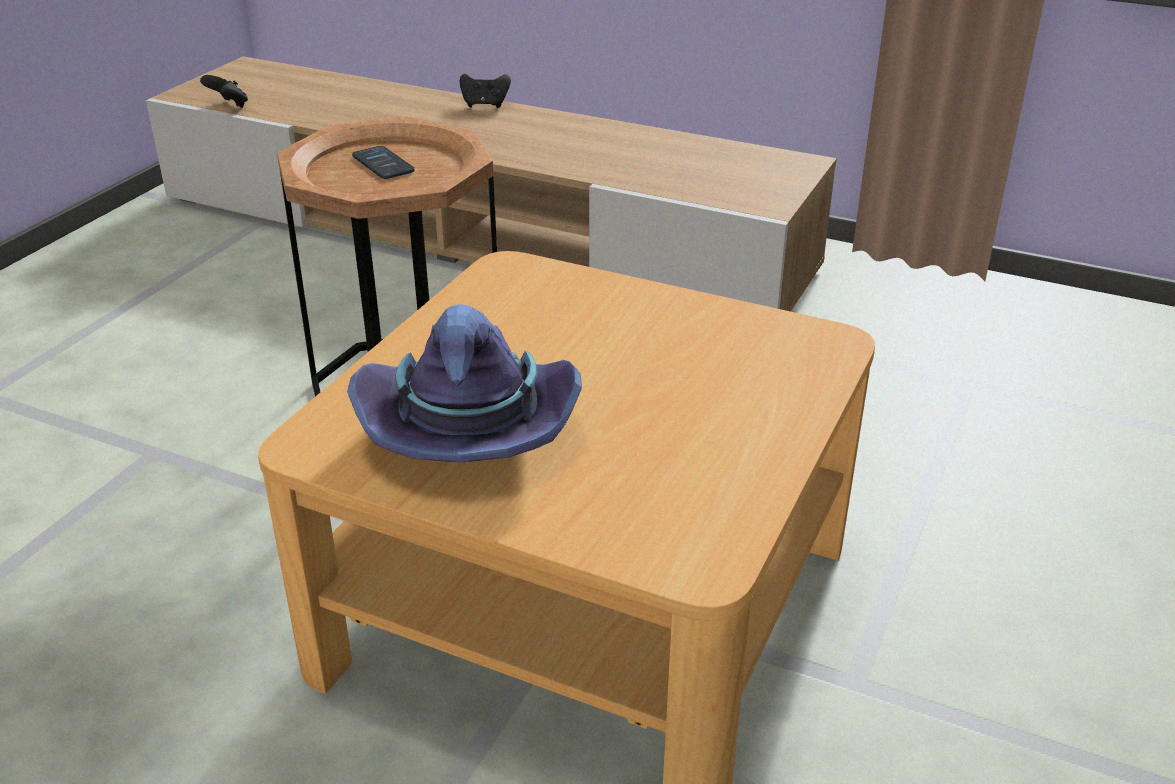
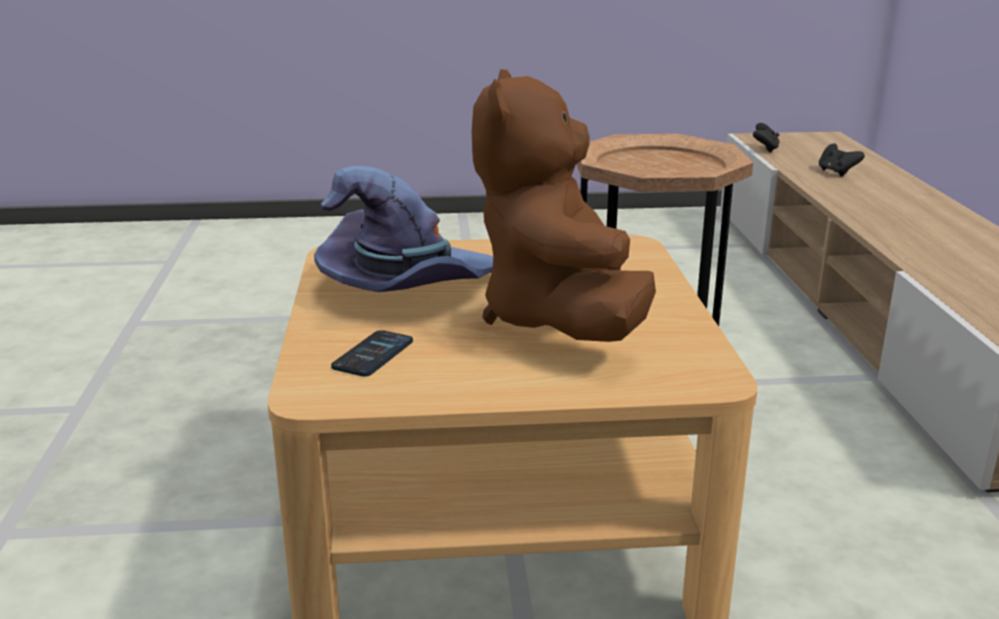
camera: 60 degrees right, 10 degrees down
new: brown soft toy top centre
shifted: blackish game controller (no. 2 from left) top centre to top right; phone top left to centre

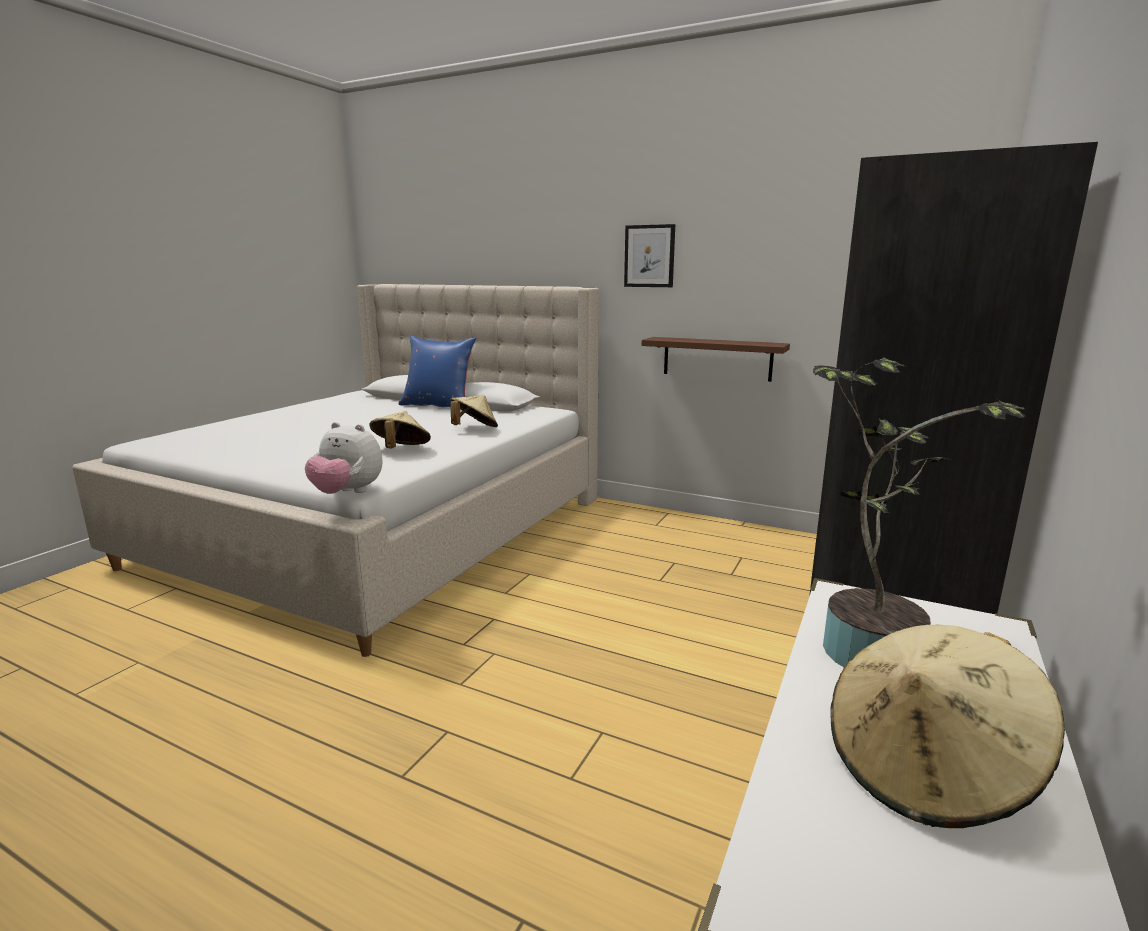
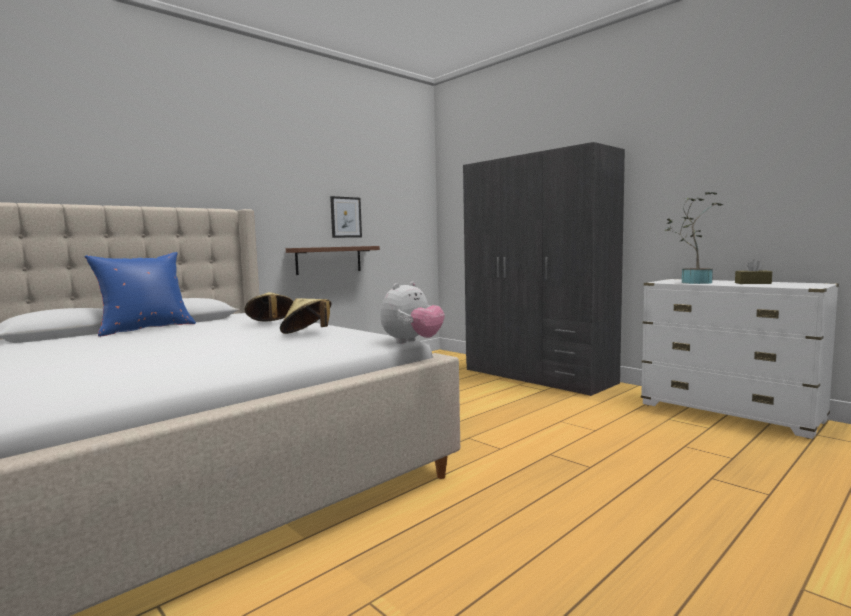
camera: 70 degrees left, 10 degrees down
shifted: wall art top centre to centre
swapped: beige-coloured hat (no. 3 from left) bottom right to brown tissue box middle right

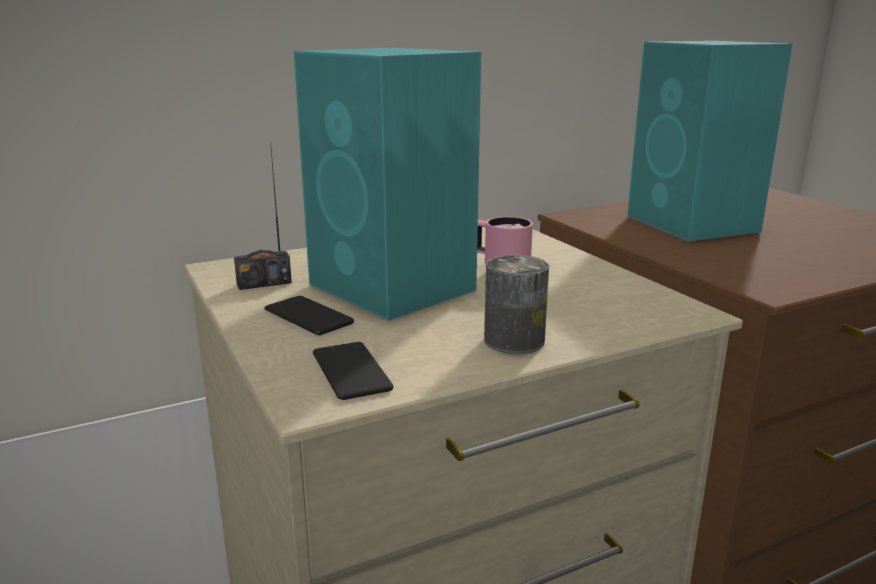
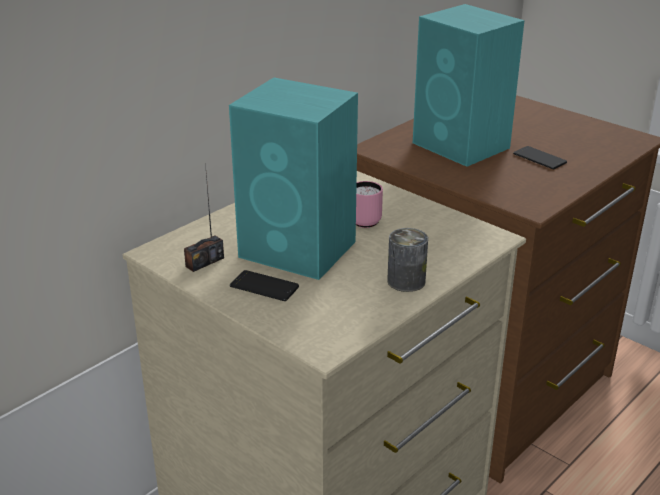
camera: 20 degrees left, 10 degrees up
shifted: phone (no. 2 from left) centre to top right

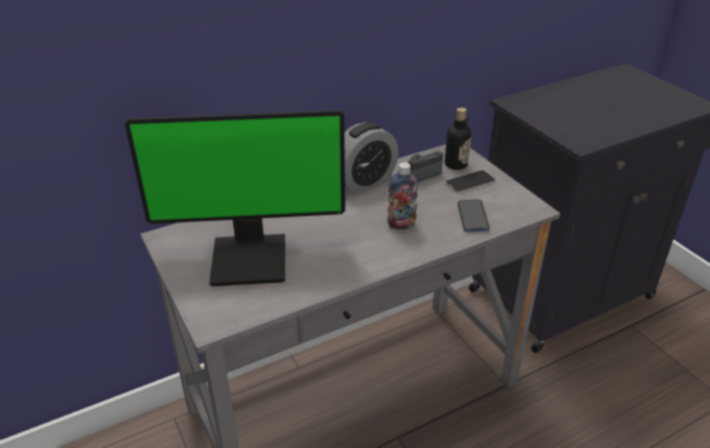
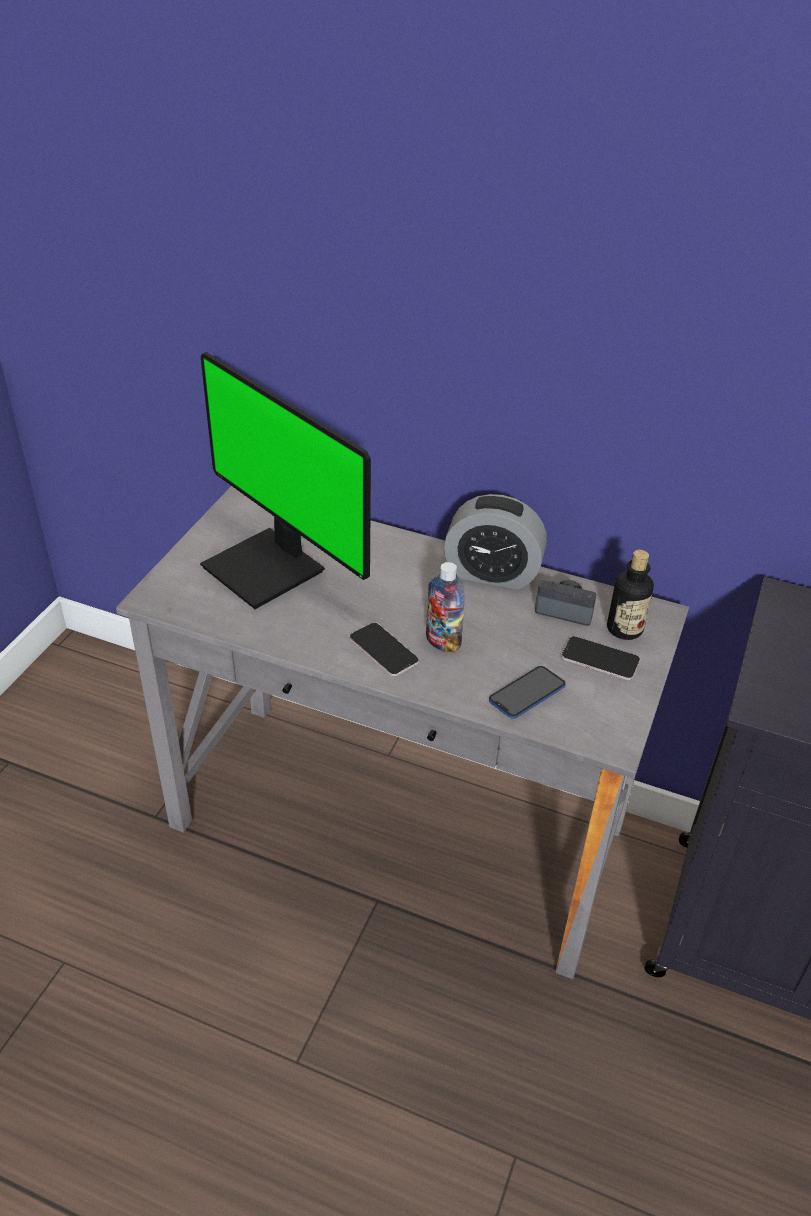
camera: 50 degrees right, 5 degrees up
new: phone (no. 1 from left) centre

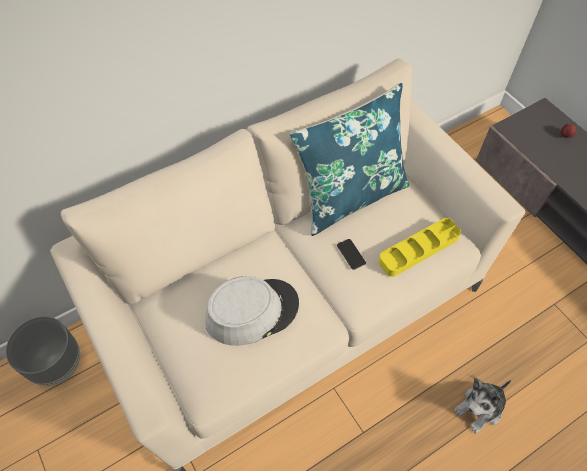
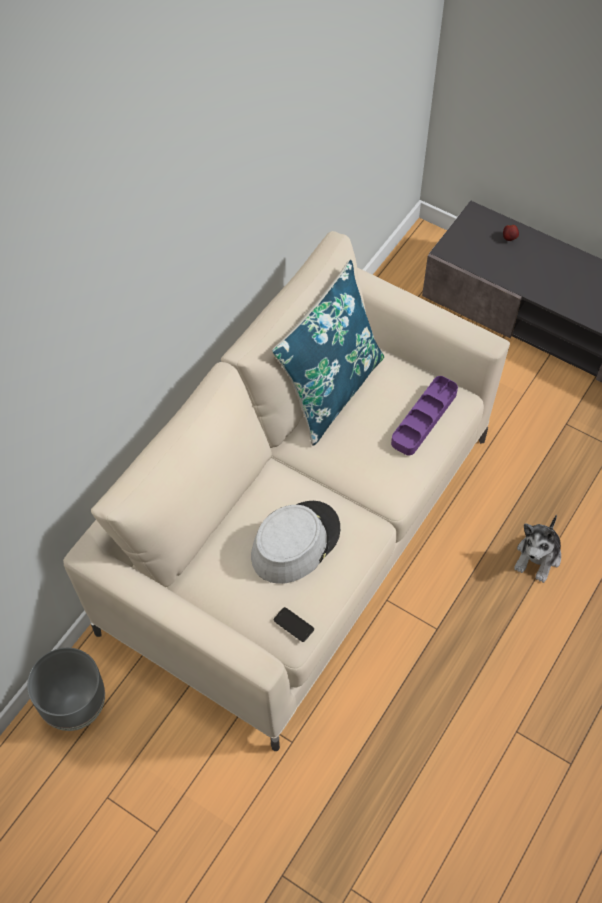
camera: 25 degrees left, 0 degrees up
shifted: phone centre to bottom centre
repainted: yellow serving tray middle right to purple serving tray middle right

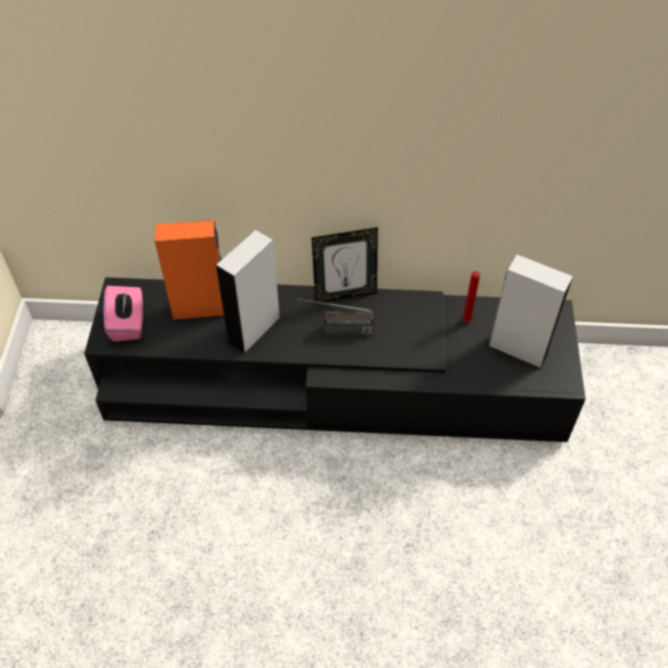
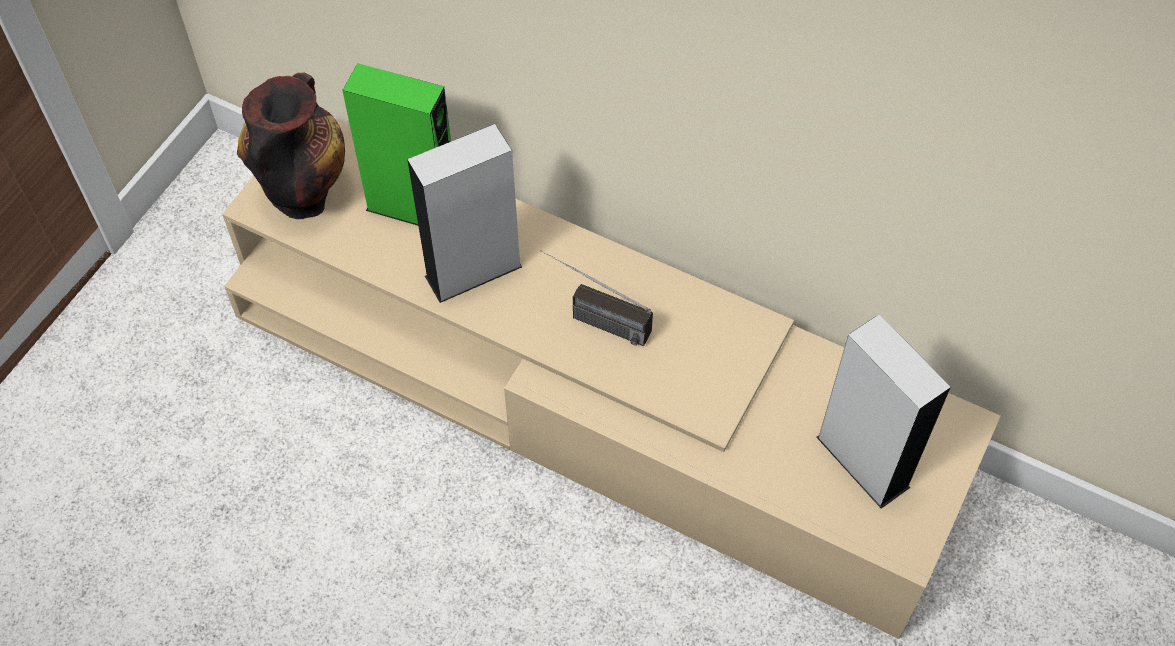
camera: 25 degrees right, 5 degrees up
gone: picture frame centre; red candle middle right
swapped: pinkish tissue box middle left to decorative vase top left
repainted: orangey speaker middle left to greenish speaker top centre; blackish media console centre to beige-coloured media console centre

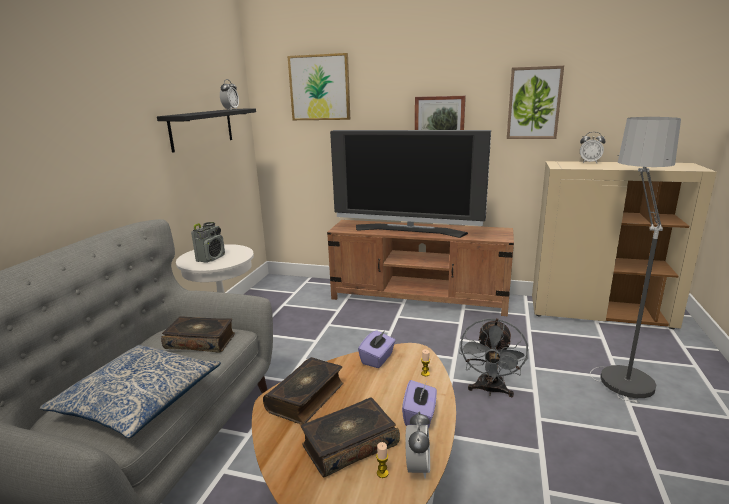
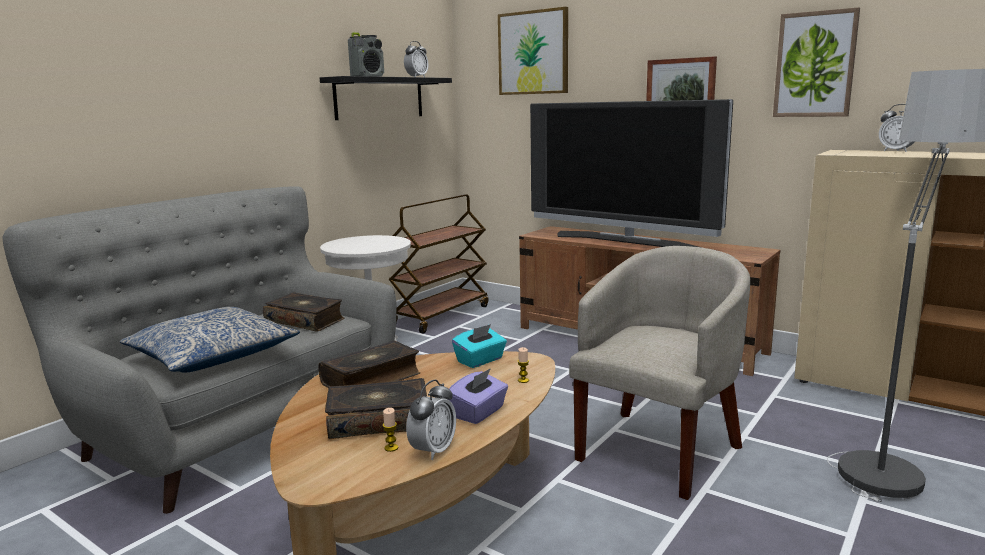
camera: 20 degrees right, 5 degrees down
new: brown trolley centre
shifted: radio receiver middle left to top centre
swapped: gray electric fan bottom right to beige-coloured easy chair bottom right
repainted: purple tissue box (no. 1 from left) bottom centre to blue-green tissue box centre

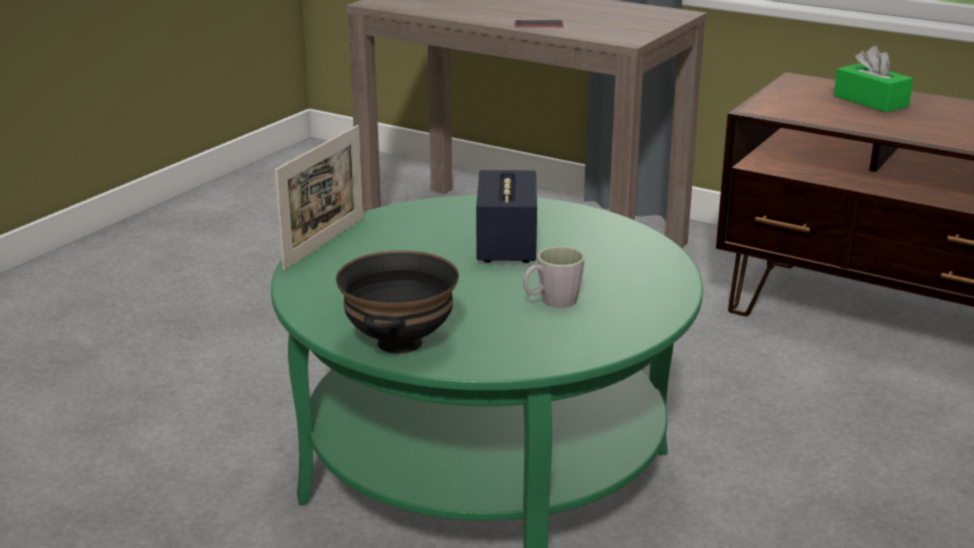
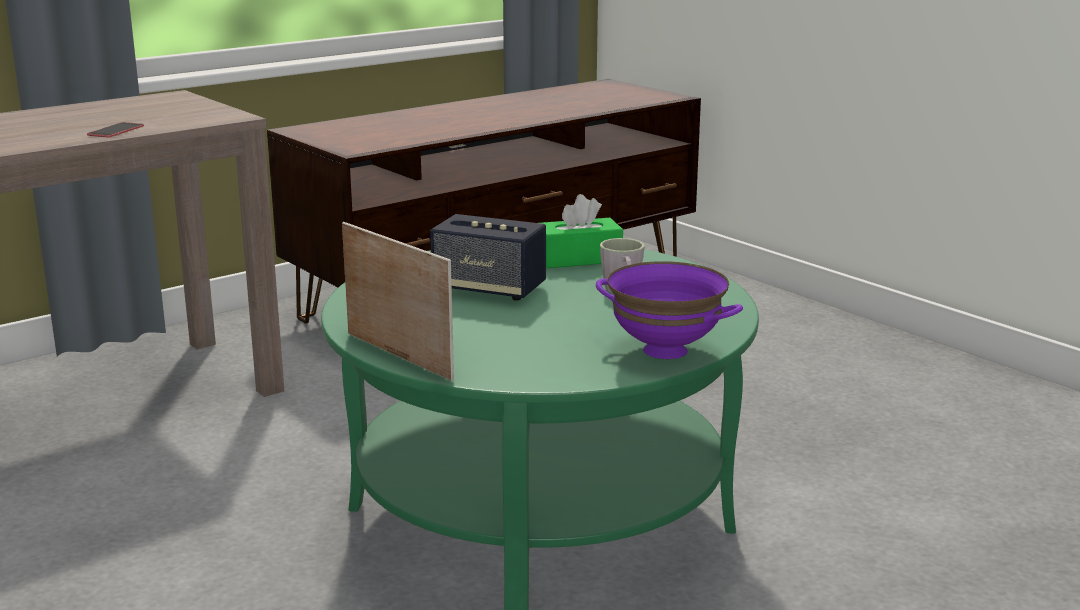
camera: 70 degrees left, 5 degrees down
shifted: greenish tissue box top right to centre
repainted: blackish deep dish centre to purple deep dish centre

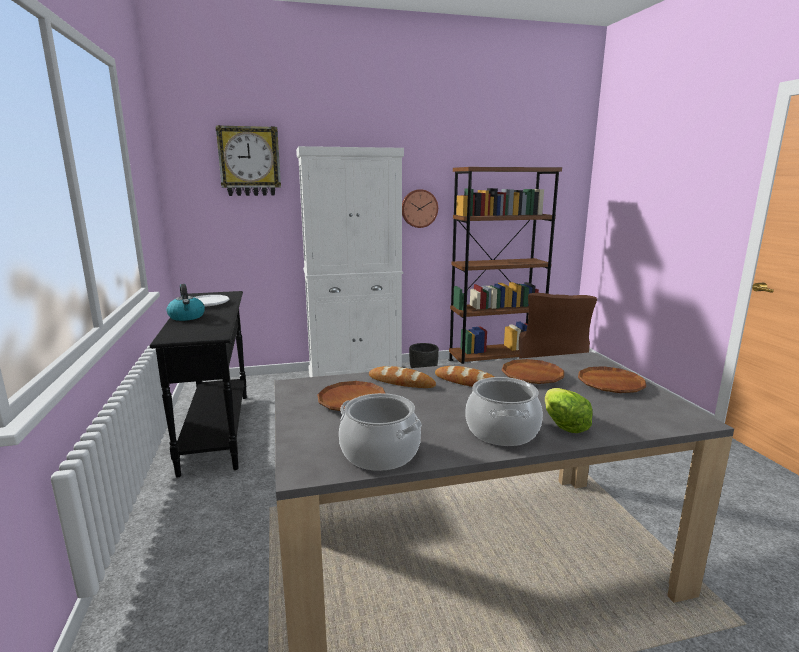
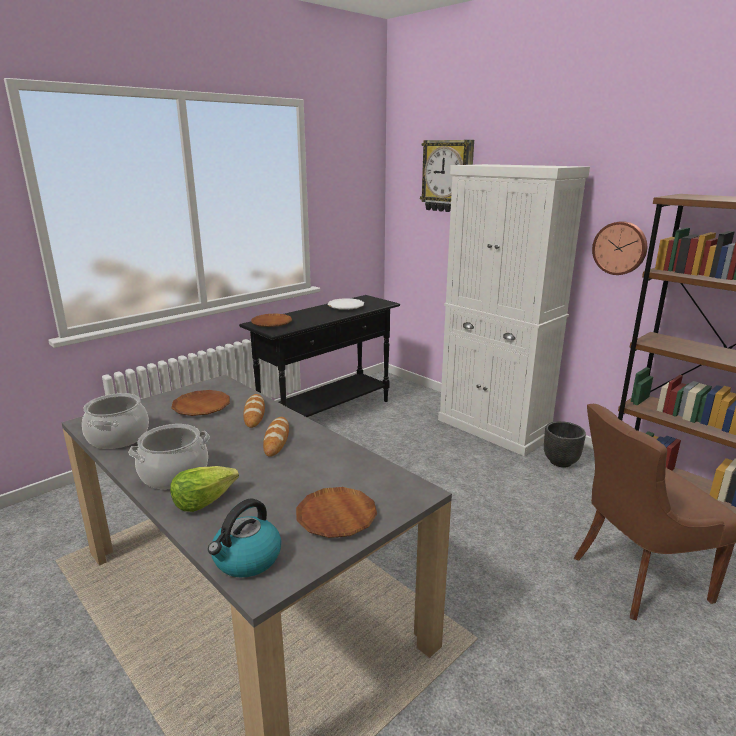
camera: 60 degrees right, 5 degrees up
shifted: water kettle middle left to bottom left; brown dinner plate (no. 2 from left) middle right to centre

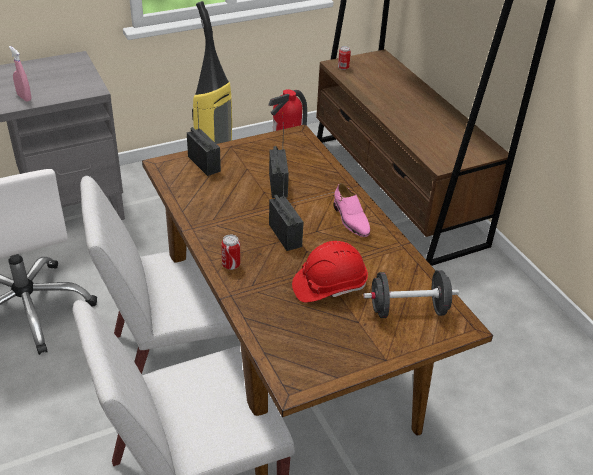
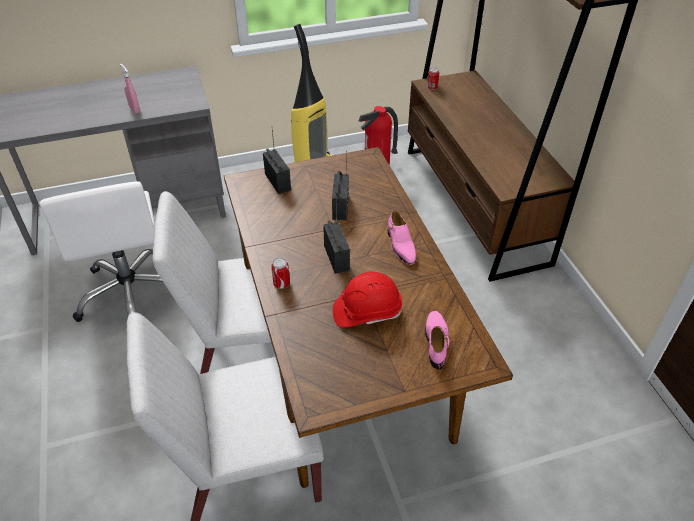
camera: 10 degrees right, 5 degrees up
swapped: blackish free weight middle right to pinkish item of footwear (no. 2 from left) centre

